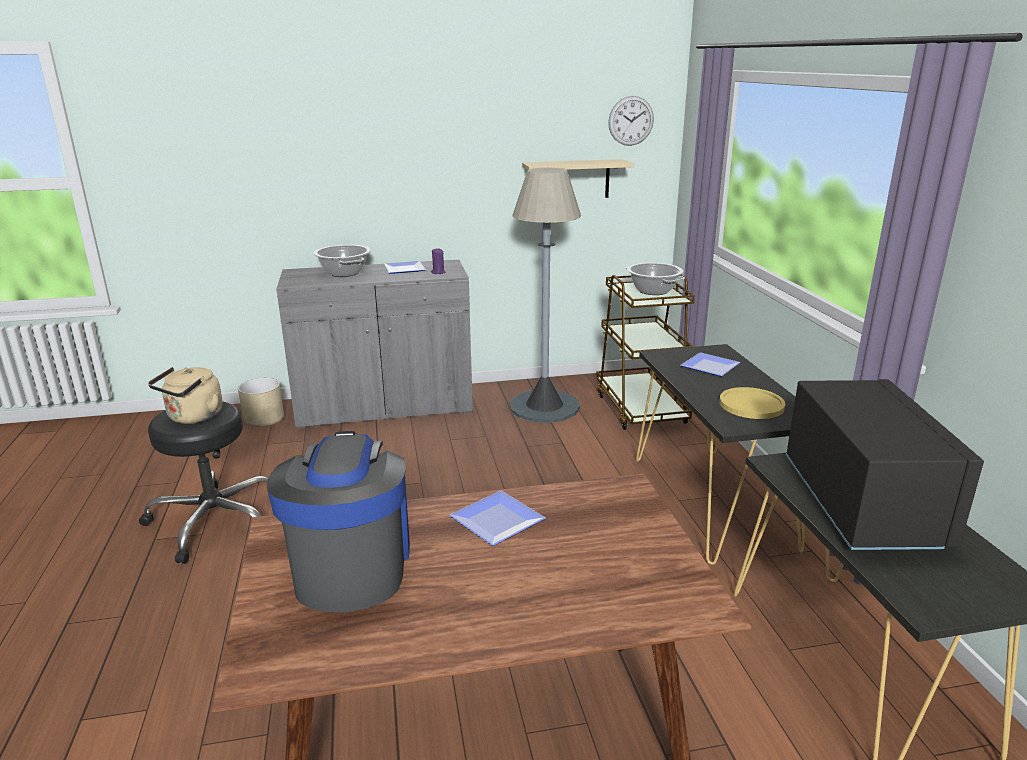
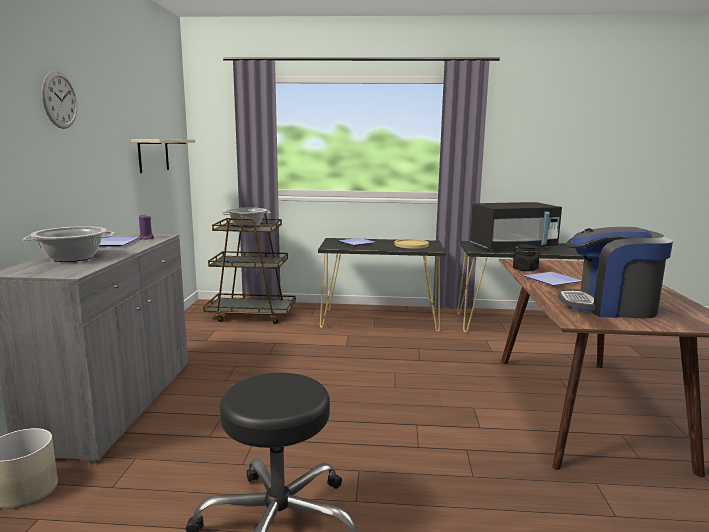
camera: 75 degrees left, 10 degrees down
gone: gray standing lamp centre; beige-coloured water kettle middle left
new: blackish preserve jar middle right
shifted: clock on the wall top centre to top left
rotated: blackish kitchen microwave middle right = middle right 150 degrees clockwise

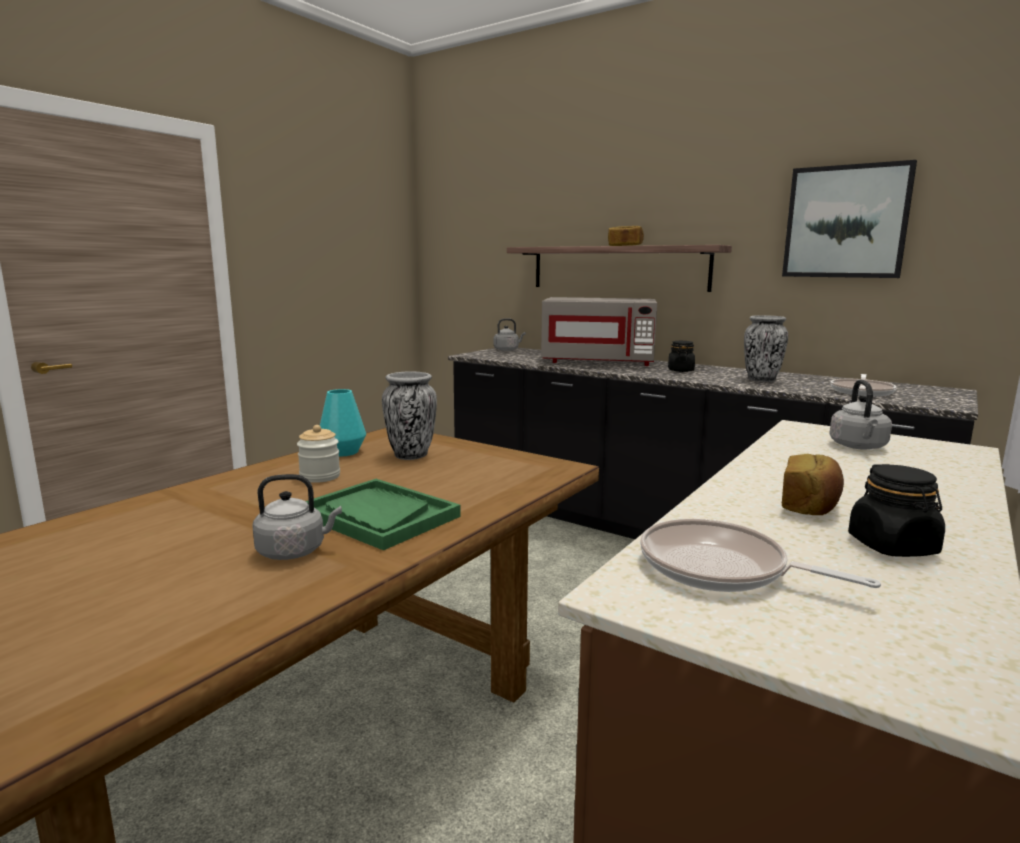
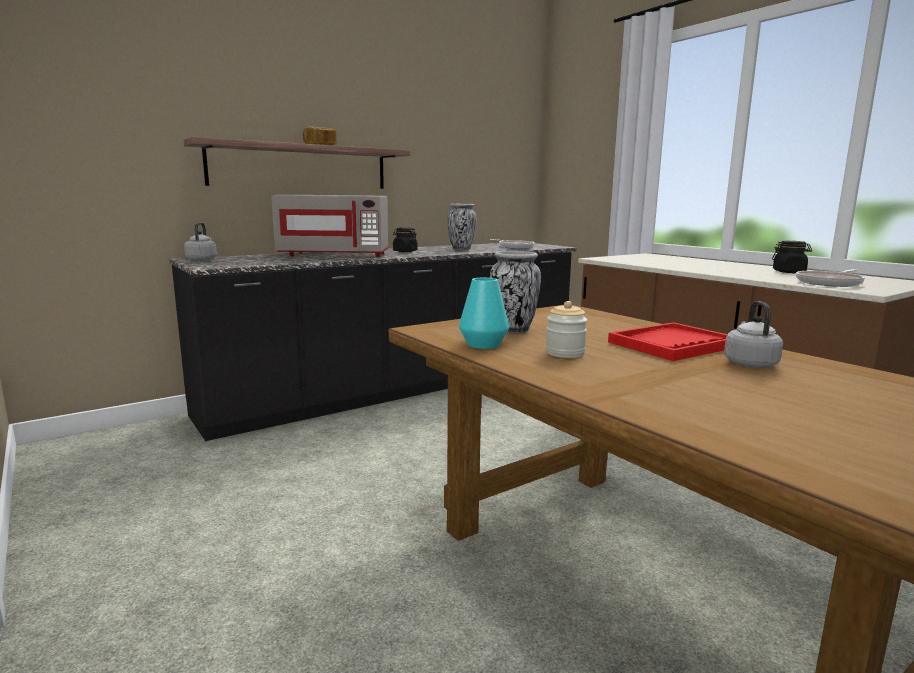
camera: 70 degrees left, 0 degrees up
gone: wall art top right; gray water kettle (no. 3 from left) middle right; baked bread (no. 2 from left) middle right
repainted: greenish serving tray centre to red serving tray middle right
rotated: gray kitchen microwave centre = centre 60 degrees clockwise

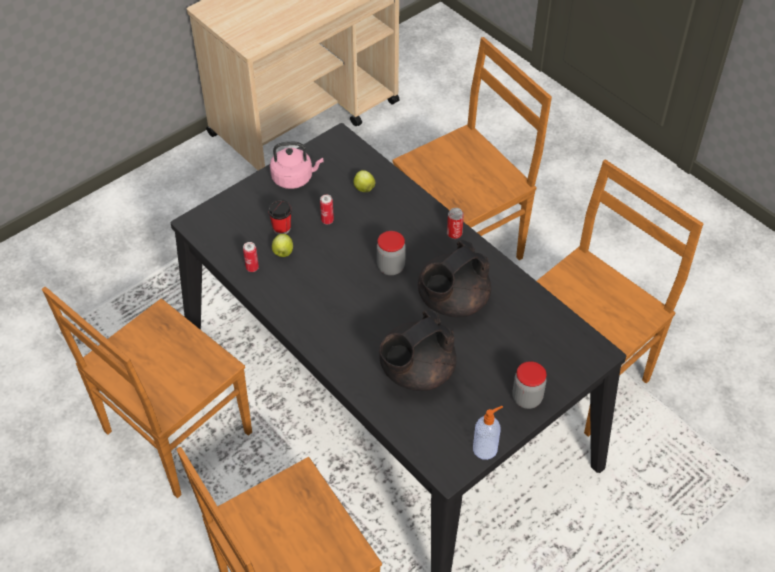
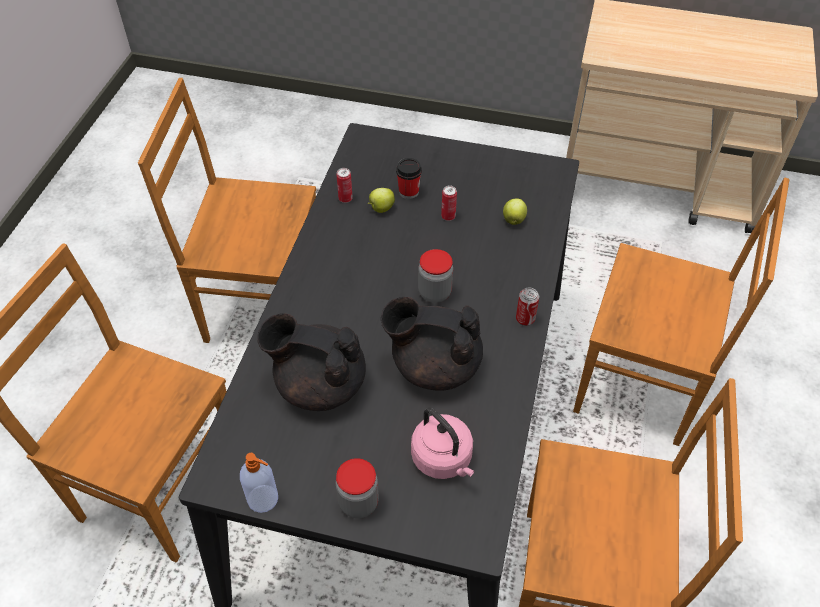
camera: 55 degrees right, 0 degrees up
shifted: pinkish water kettle top centre to bottom centre

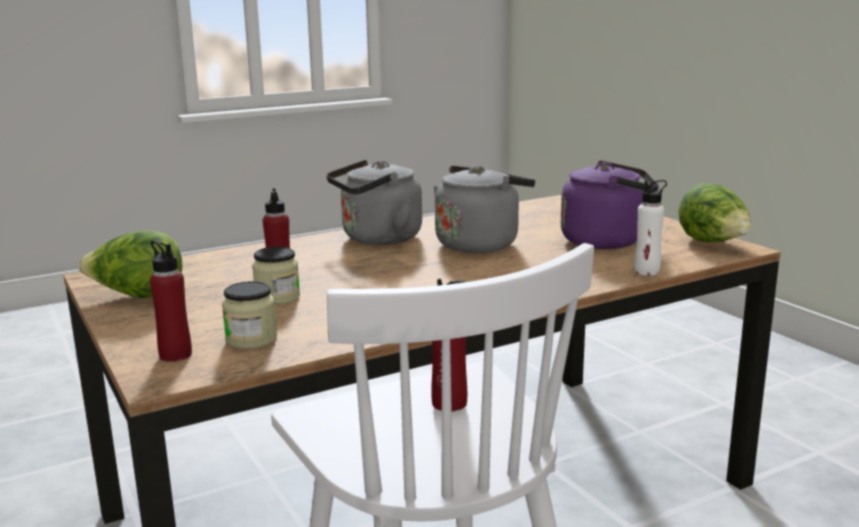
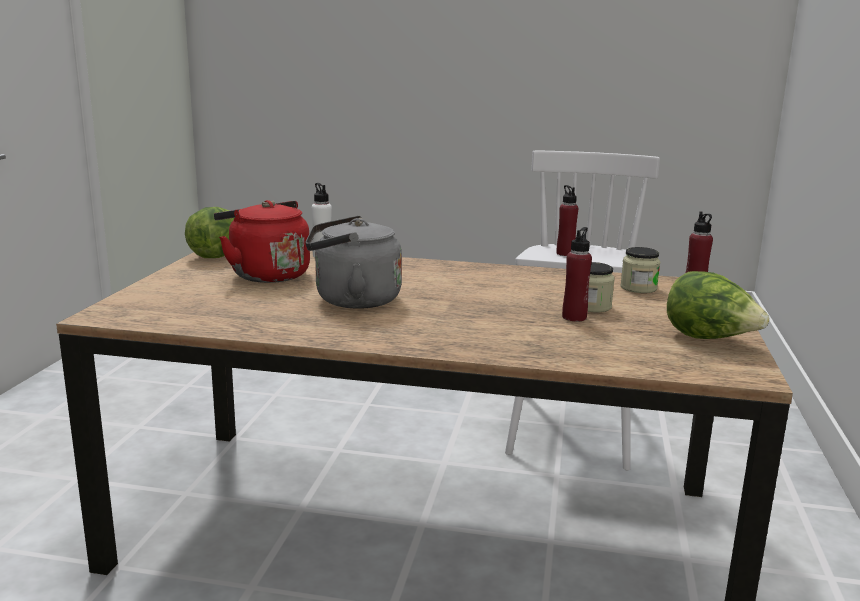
camera: 140 degrees left, 0 degrees up
gone: gray water kettle (no. 1 from left) centre
repainted: purple water kettle middle right to red water kettle middle left

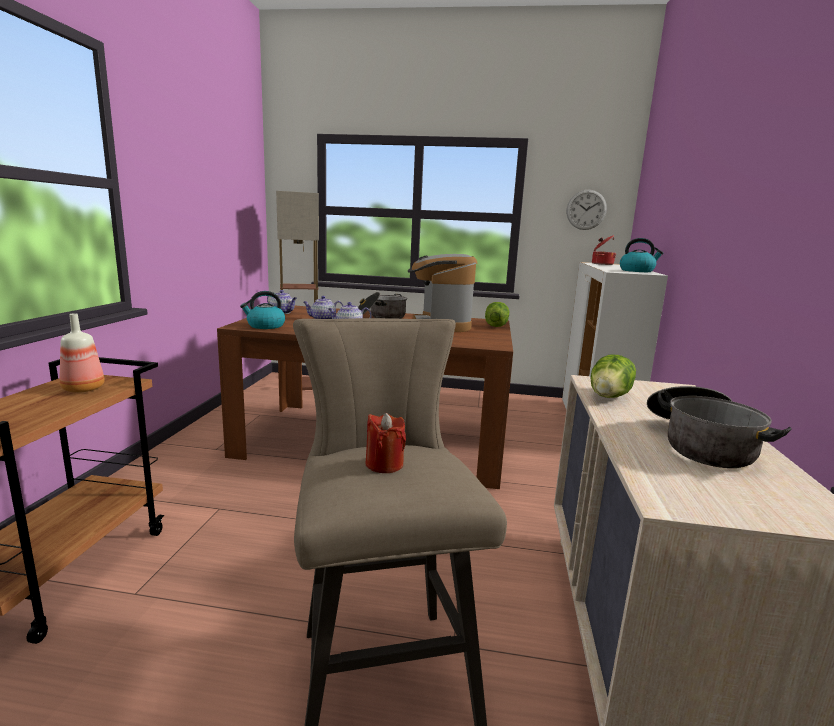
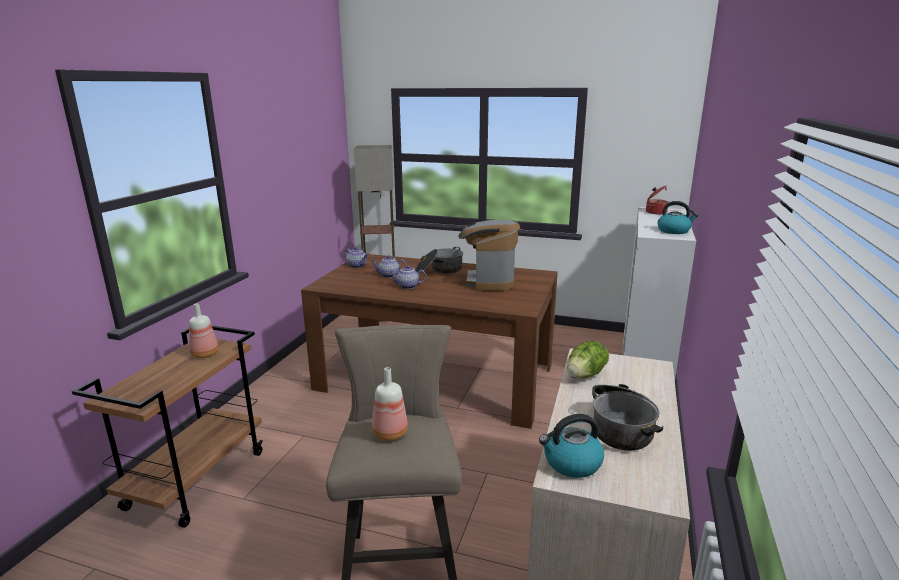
camera: 10 degrees right, 5 degrees up
gone: clock on the wall top right; head of lettuce (no. 1 from left) centre
shifted: water kettle (no. 1 from left) middle left to bottom centre
swapped: red candle centre to beverage bottle (no. 2 from left) bottom centre

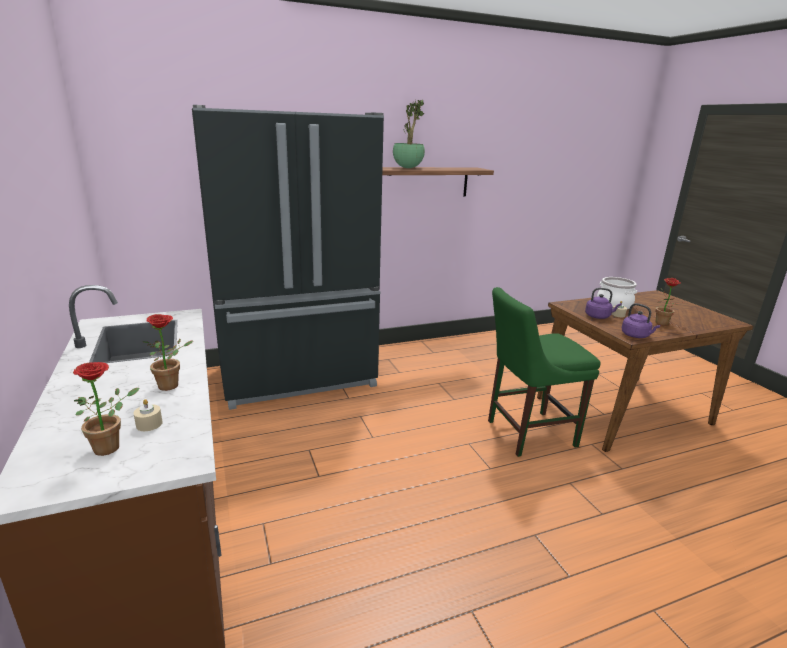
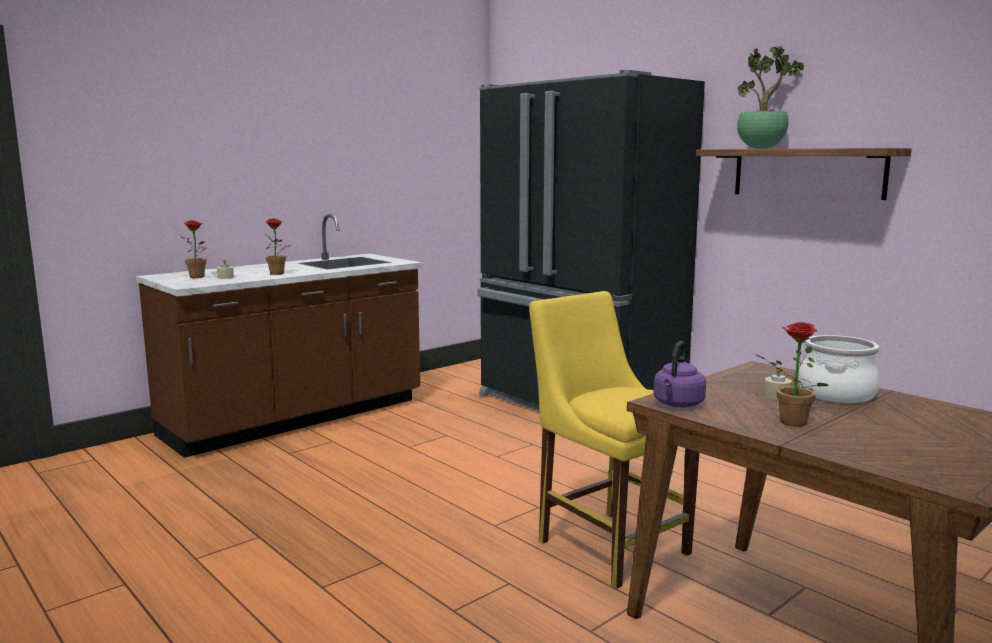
camera: 70 degrees right, 10 degrees down
gone: purple water kettle (no. 1 from left) middle right
repainted: greenish upright chair middle right to yellow upright chair bottom centre

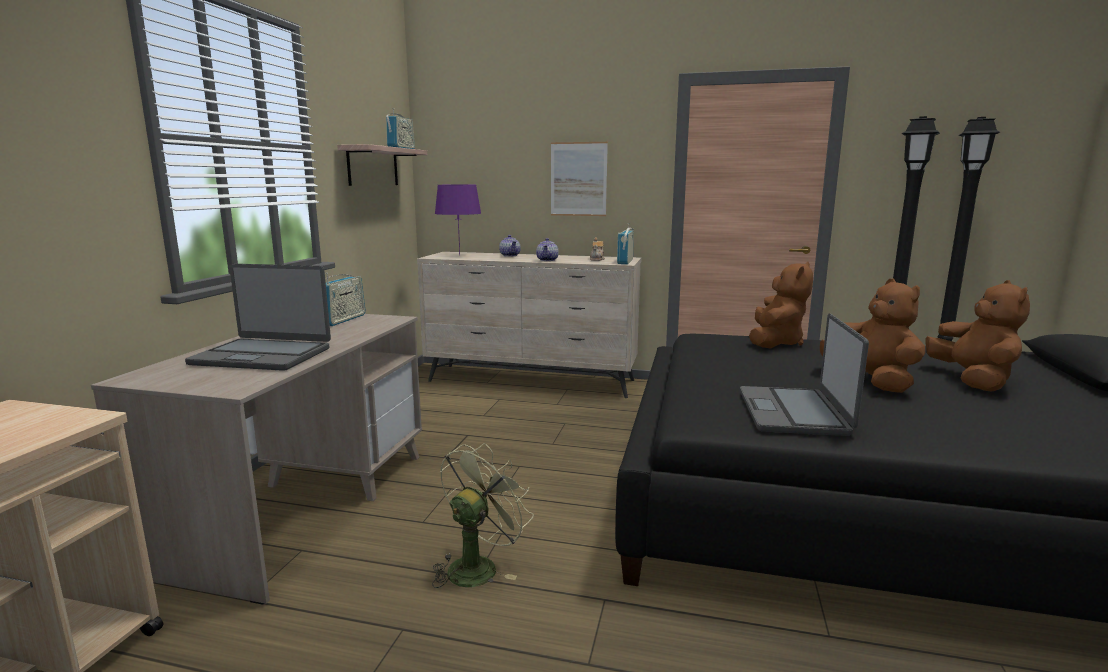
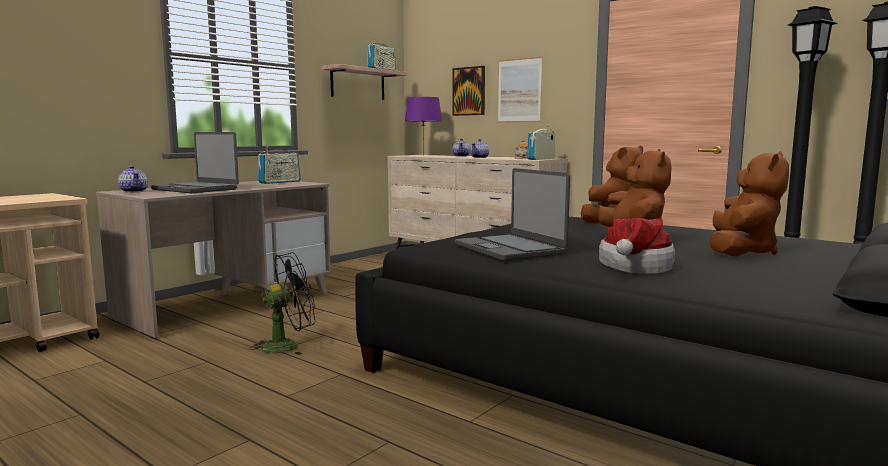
camera: 25 degrees right, 5 degrees down
new: wall art (no. 1 from left) top centre; teapot (no. 1 from left) middle left; hat middle right
repainted: greenish electric fan bottom centre to blackish electric fan middle left
rotated: laptop (no. 2 from left) middle right = centre 60 degrees counterclockwise

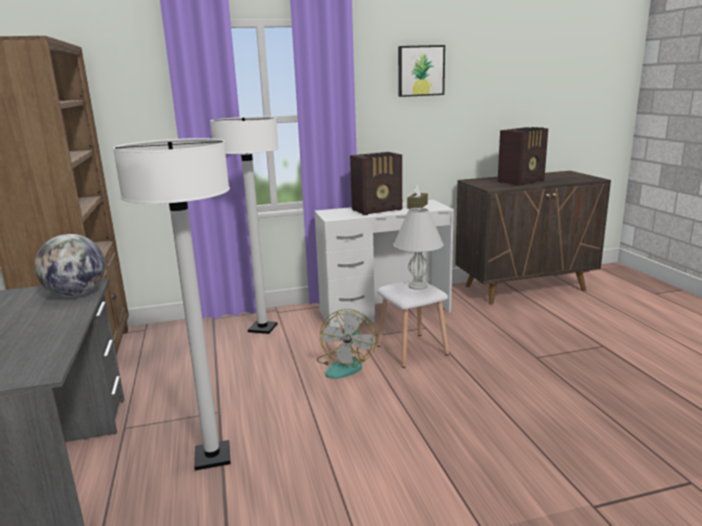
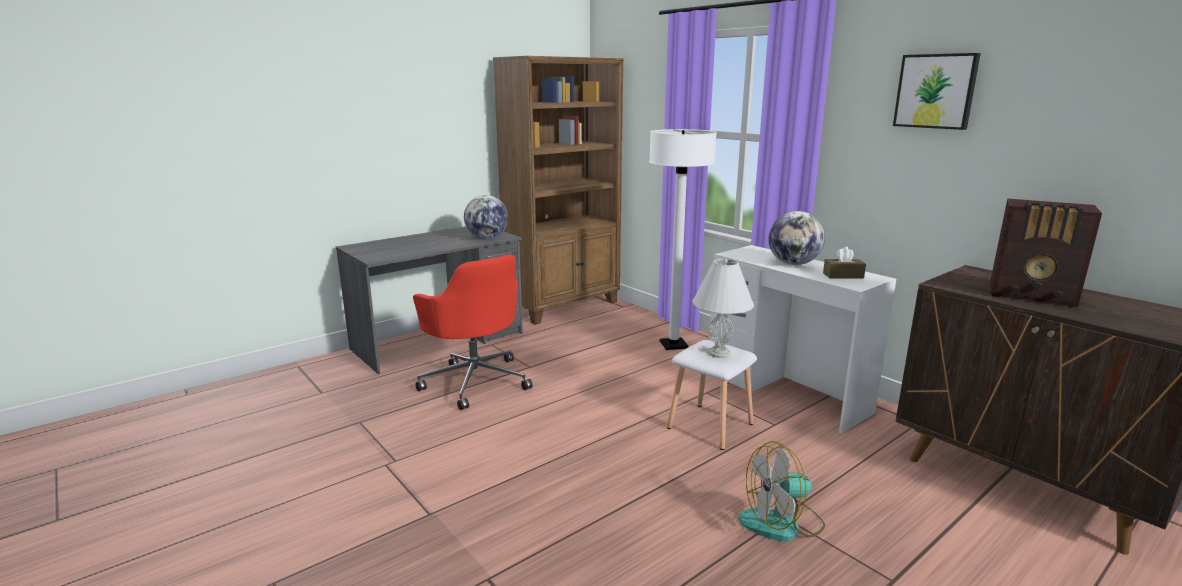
camera: 65 degrees right, 0 degrees up
shifted: electric fan centre to bottom centre
swapped: whitish standing lamp (no. 1 from left) middle left to red desk chair centre; radio receiver (no. 1 from left) centre to globe (no. 2 from left) middle right

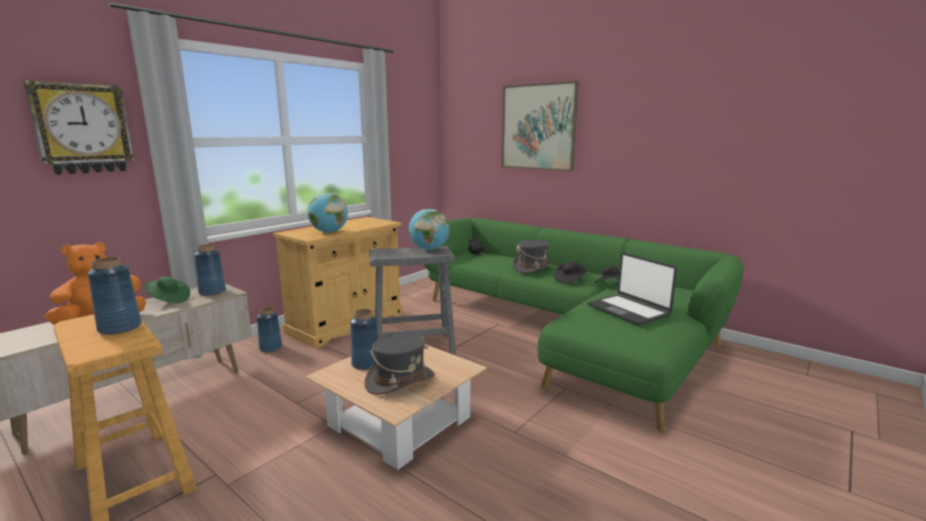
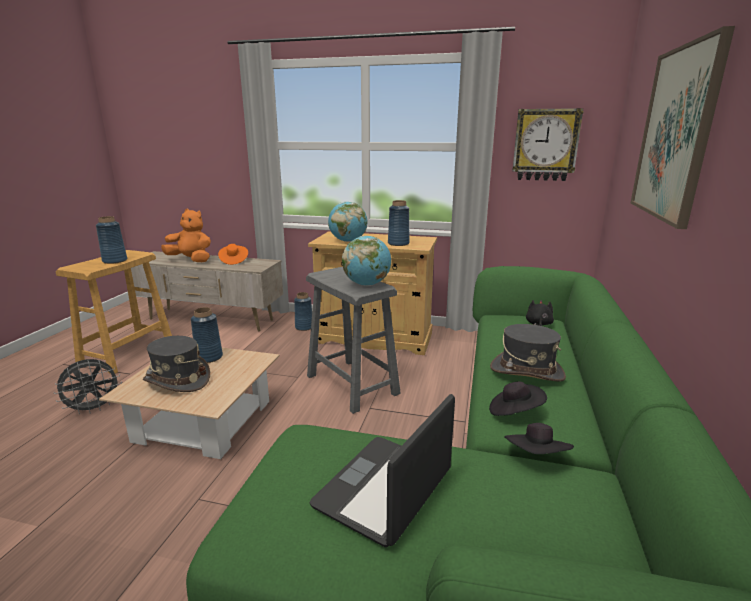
camera: 65 degrees right, 5 degrees up
new: gray electric fan middle left
shifted: clock on the wall top left to top right; blue decorative vase (no. 2 from left in the first image) middle left to blue decorative vase (no. 4 from left) centre
repainted: greenish hat middle left to orangey hat middle left

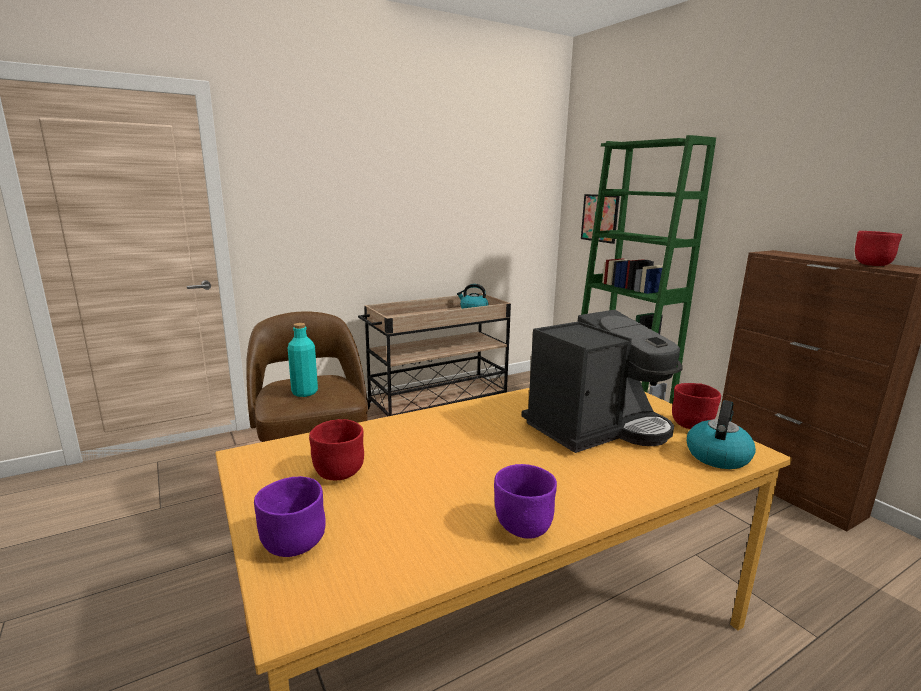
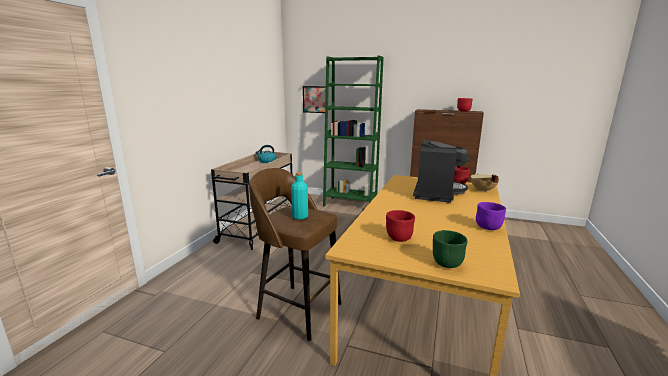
camera: 40 degrees left, 0 degrees up
swapped: water kettle (no. 2 from left) middle right to beige-coloured saucepot middle right
repainted: purple deep dish (no. 1 from left) bottom left to greenish deep dish middle right

